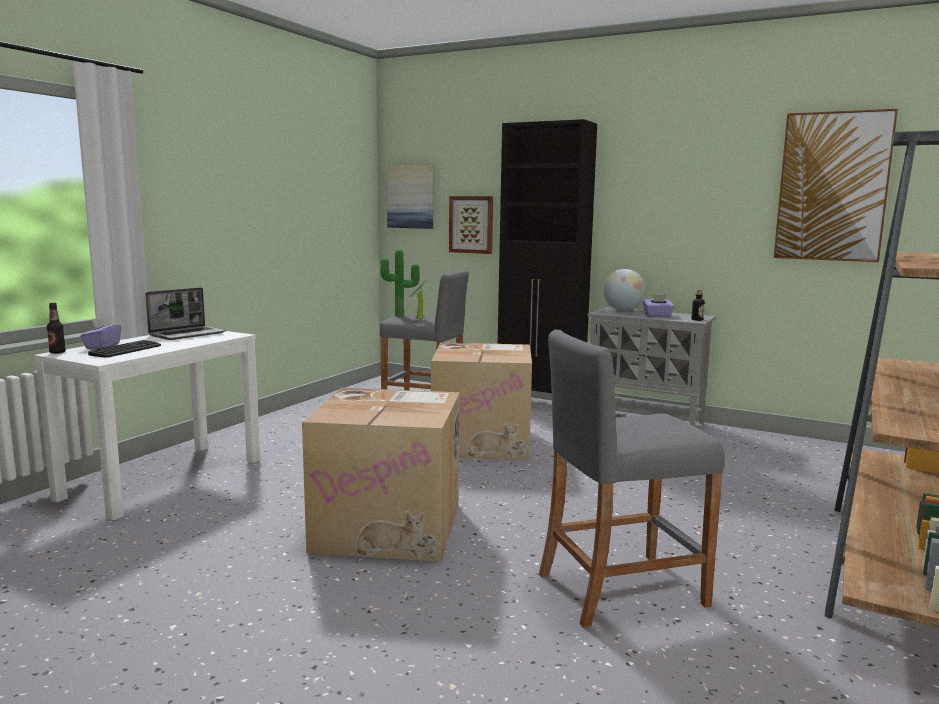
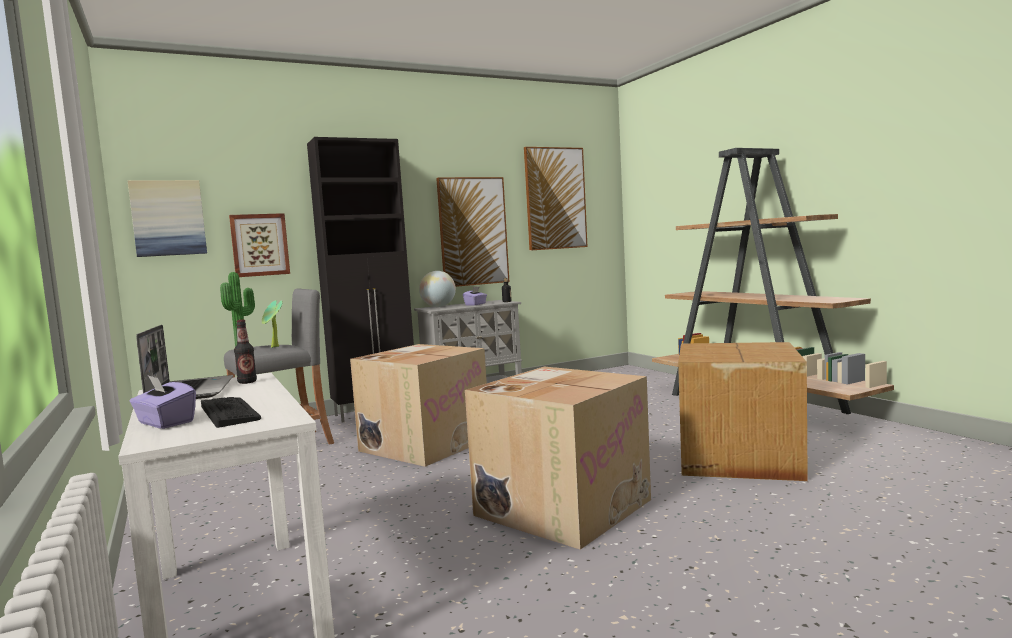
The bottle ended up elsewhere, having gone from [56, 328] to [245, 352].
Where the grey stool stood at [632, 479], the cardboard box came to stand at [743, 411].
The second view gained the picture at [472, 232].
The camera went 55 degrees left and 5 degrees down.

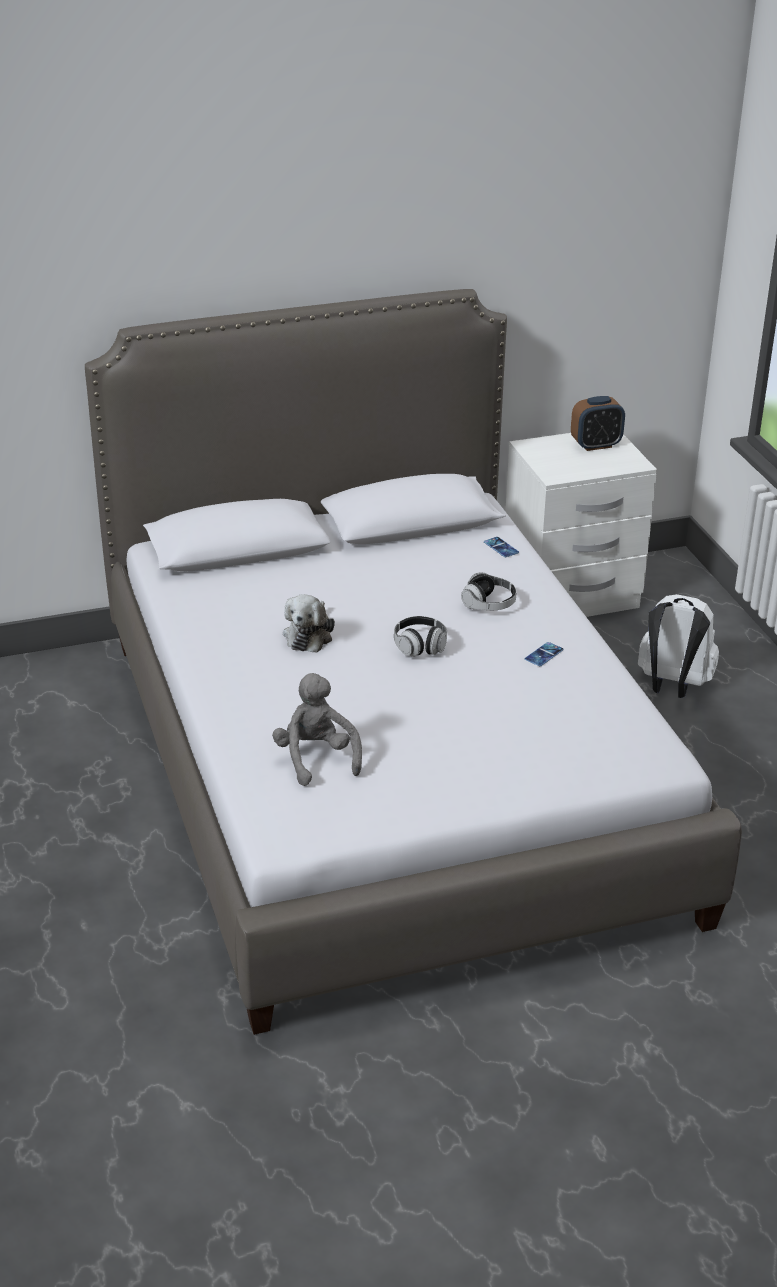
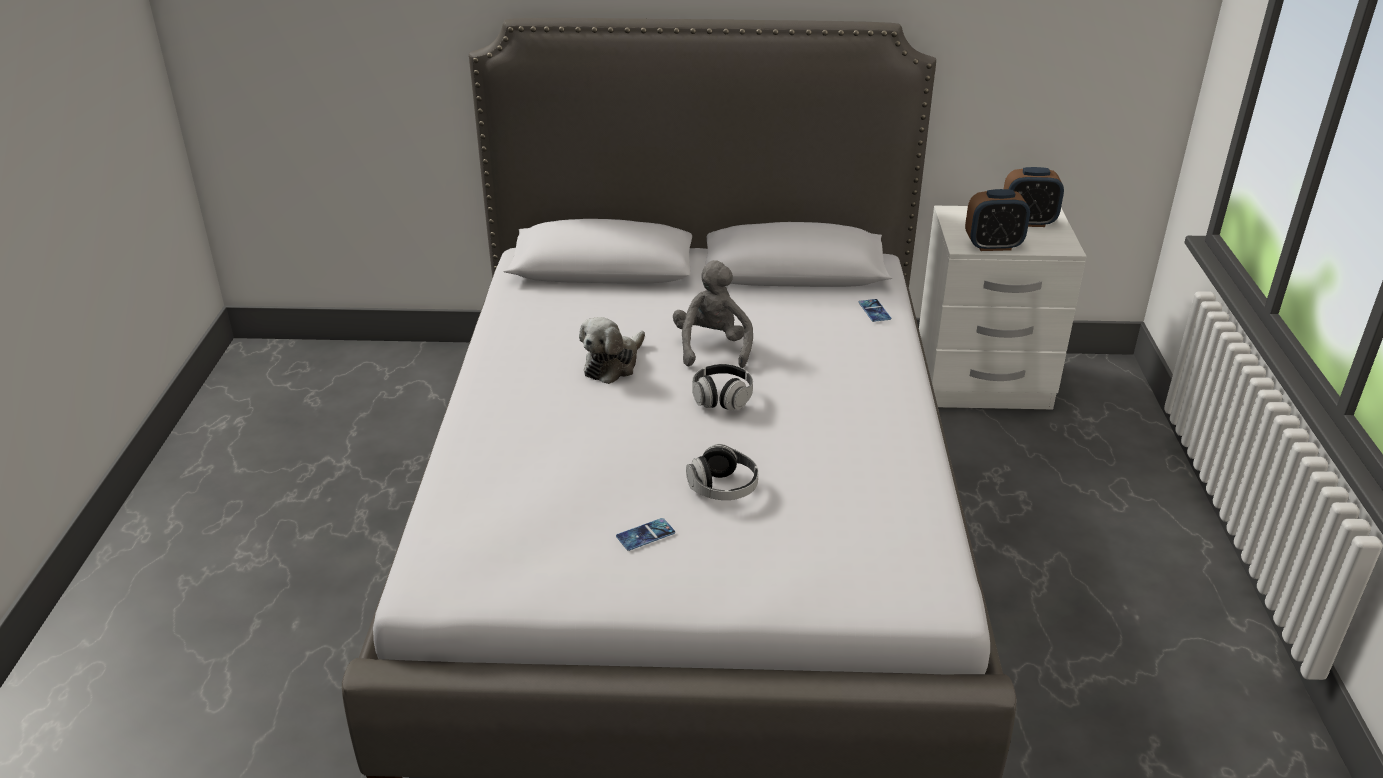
The grey plush toy ended up elsewhere, having gone from [317, 729] to [713, 314].
The headphones ended up elsewhere, having gone from [488, 591] to [722, 472].
The phone ended up elsewhere, having gone from [544, 654] to [645, 534].
The second view lost the white backpack at [678, 646].
The second view gained the alarm clock at [997, 220].
The camera went 20 degrees right and 0 degrees up.

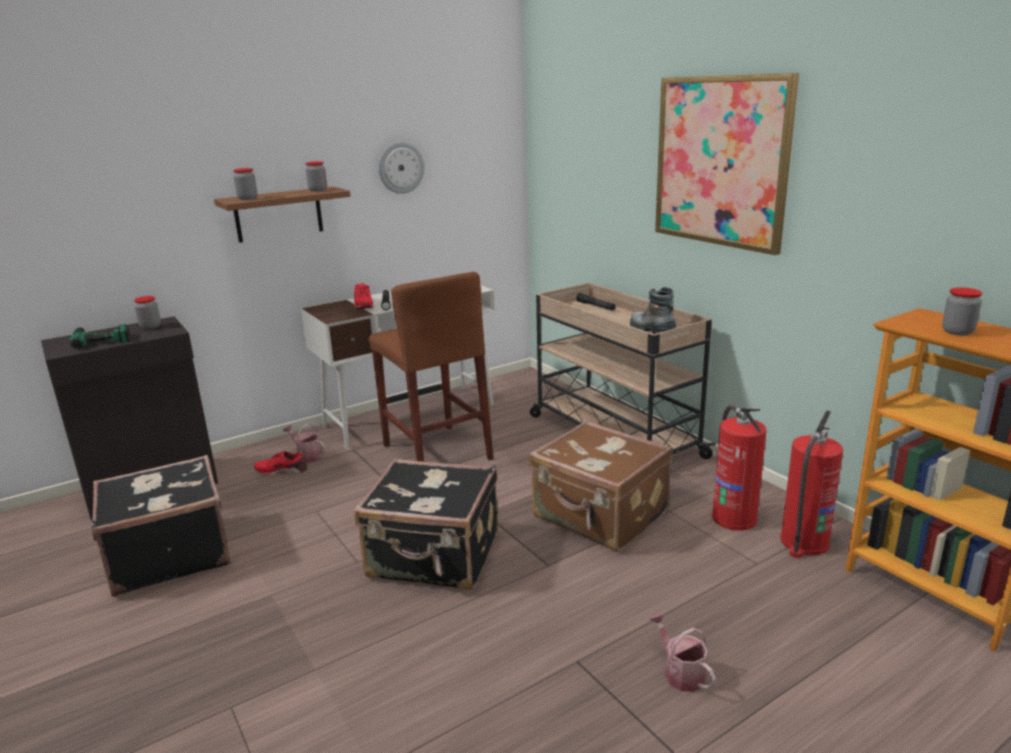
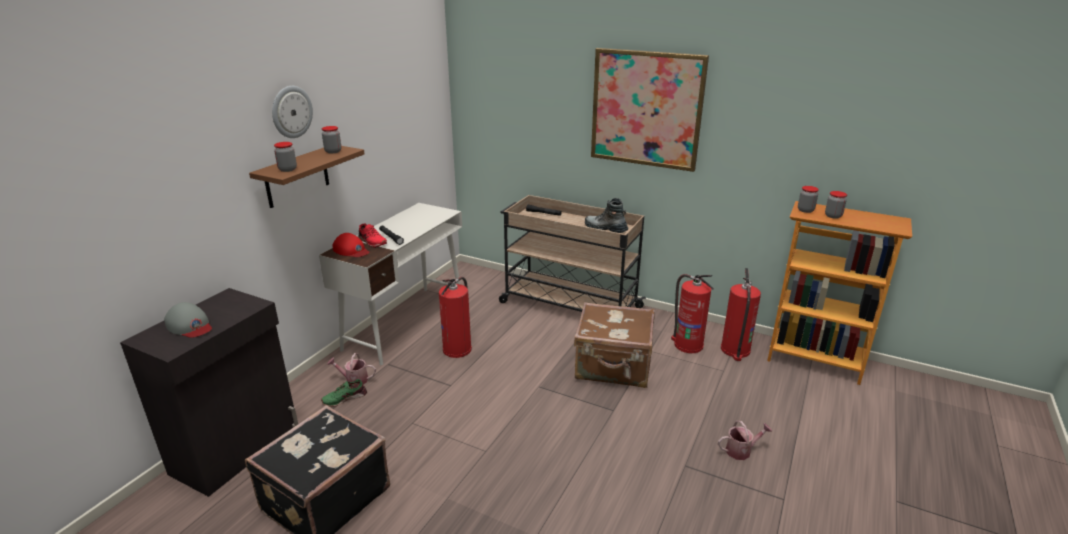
Where the power drill stood at [99, 336], the grey cap came to stand at [188, 320].
The jar ended up elsewhere, having gone from [147, 312] to [808, 199].
What was the red shoe at [280, 463] turned into the green shoe at [344, 393].
The second view lost the black suitcase at [426, 524].
Where the brown stool stood at [431, 367], the fire extinguisher came to stand at [455, 317].
The wall clock ended up elsewhere, having gone from [402, 167] to [292, 112].
The watering can at [682, 652] ended up facing another way, 135 degrees clockwise from before.
The second view gained the red cap at [351, 245].
The camera went 30 degrees left and 5 degrees up.

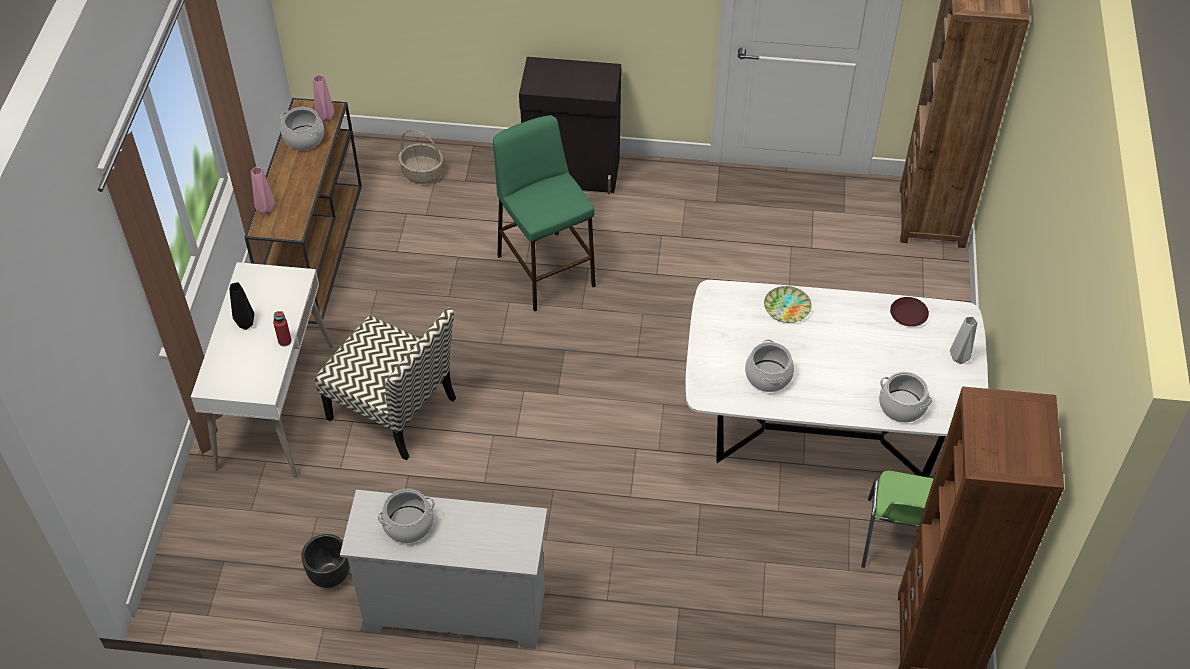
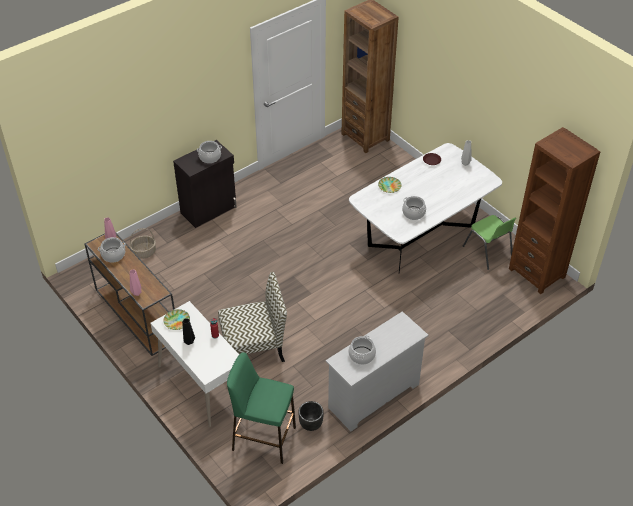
The green stool ended up elsewhere, having gone from [544, 213] to [261, 408].
The cooking pot ended up elsewhere, having gone from [905, 397] to [209, 152].
The second view gained the plate at [176, 319].
The camera went 45 degrees left and 5 degrees down.

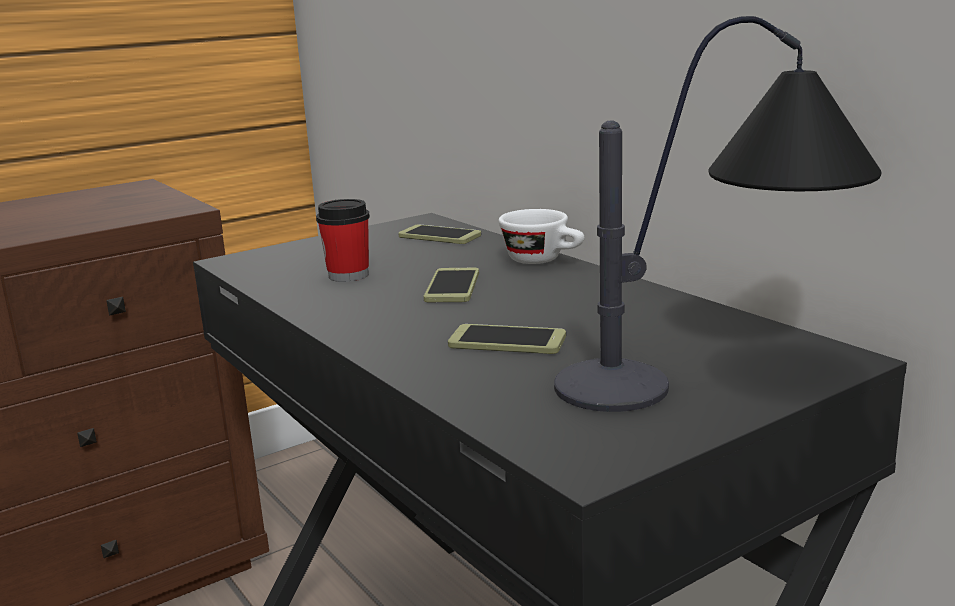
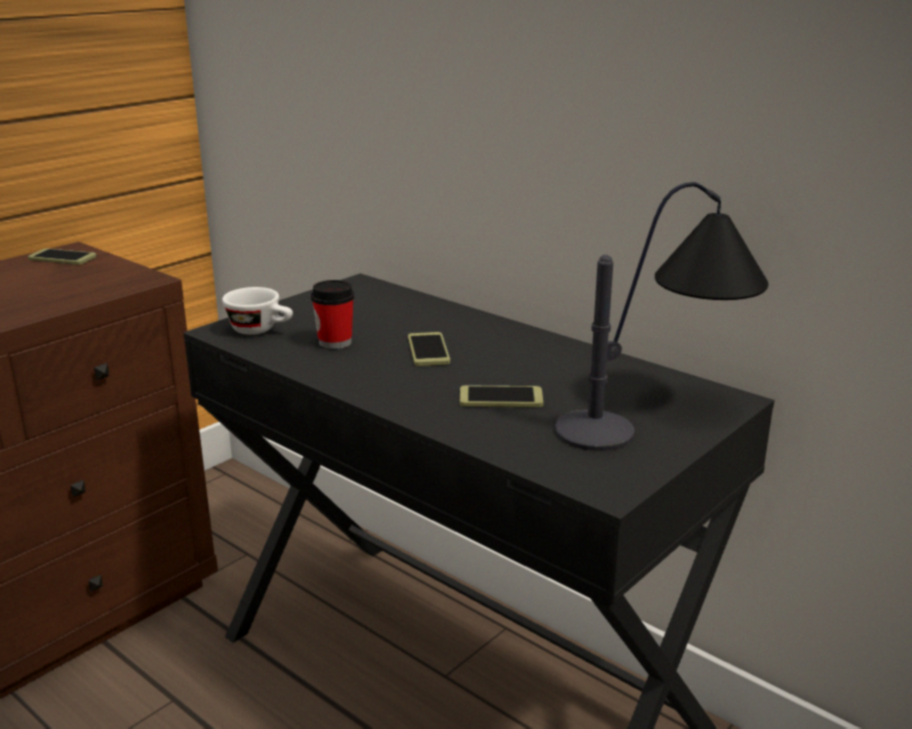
The phone ended up elsewhere, having gone from [440, 234] to [62, 256].
The white cup ended up elsewhere, having gone from [541, 236] to [257, 311].
The camera went 15 degrees left and 5 degrees up.

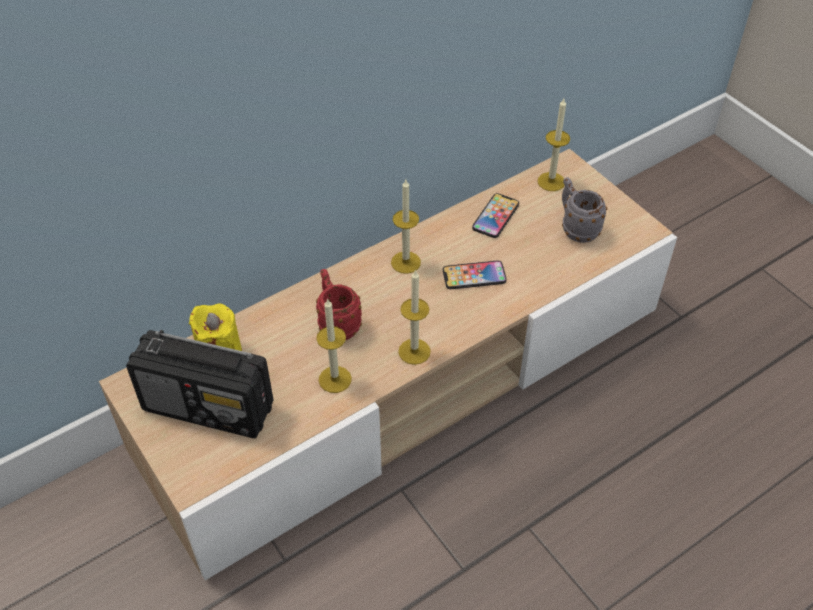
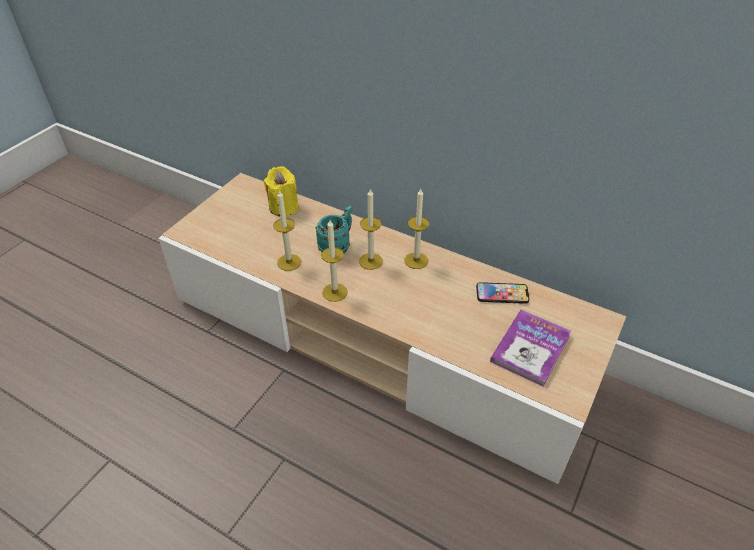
The second view lost the radio at [200, 384].
What was the red mug at [339, 304] turned into the turquoise mug at [333, 230].
The second view lost the phone at [475, 274].
The candle ended up elsewhere, having gone from [554, 145] to [371, 229].
Where the grey mug stood at [584, 210], the book came to stand at [530, 348].
The camera went 65 degrees right and 5 degrees down.

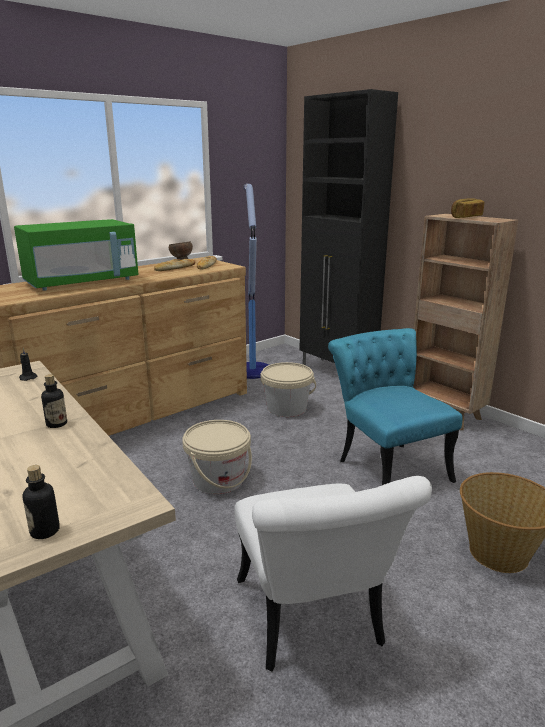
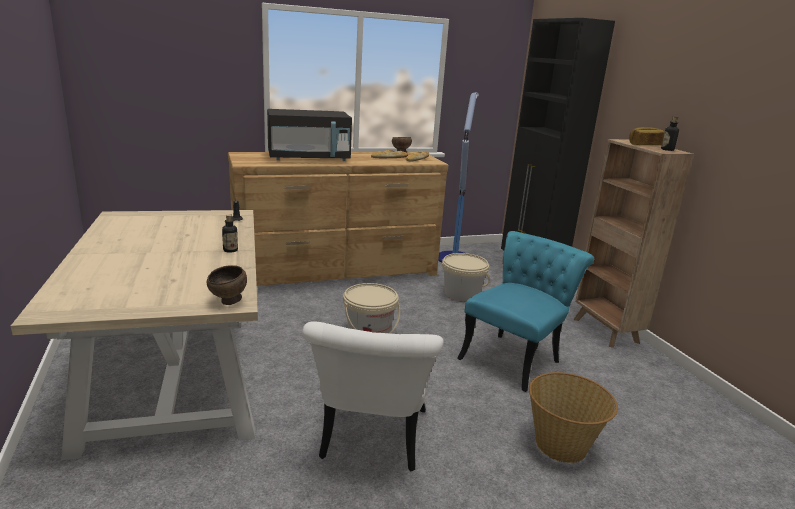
What was the green microwave at [76, 255] turned into the black microwave at [309, 135].
The bottle ended up elsewhere, having gone from [41, 502] to [670, 134].
The turquoise chair at [395, 406] ended up facing another way, 45 degrees clockwise from before.
The second view gained the brown bowl at [227, 285].
The camera went 20 degrees right and 0 degrees up.

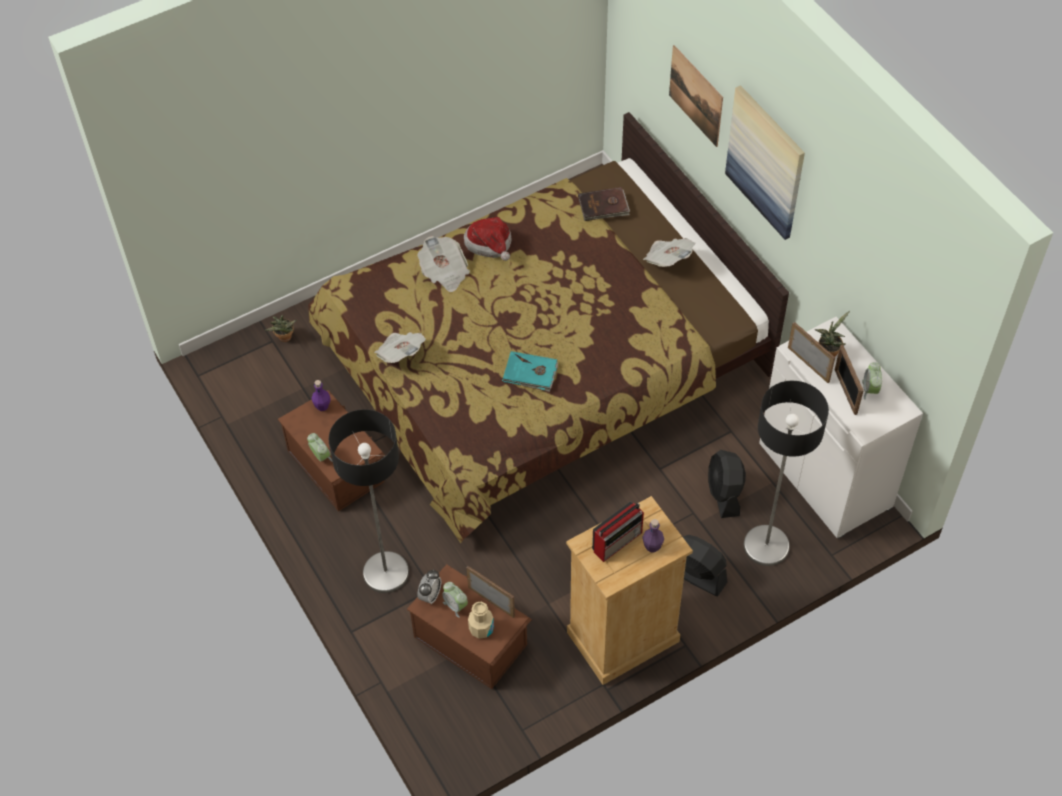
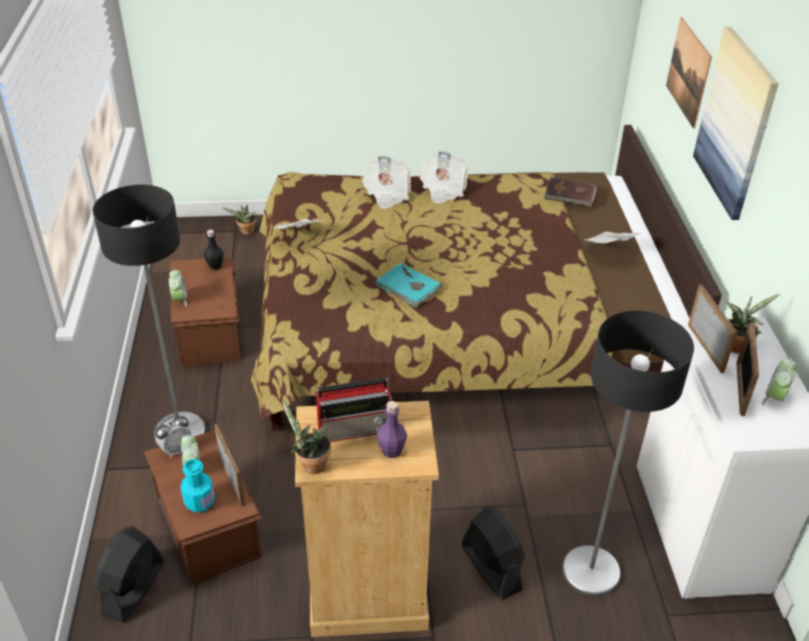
What was the purple bottle at [321, 395] turned into the black bottle at [214, 249].
Where the hat stood at [487, 239], the newspaper came to stand at [444, 177].
What was the beige bottle at [481, 620] turned into the turquoise bottle at [198, 485].
The black fan ended up elsewhere, having gone from [727, 484] to [129, 574].
The second view gained the potted plant at [306, 436].
The camera went 25 degrees right and 15 degrees down.

